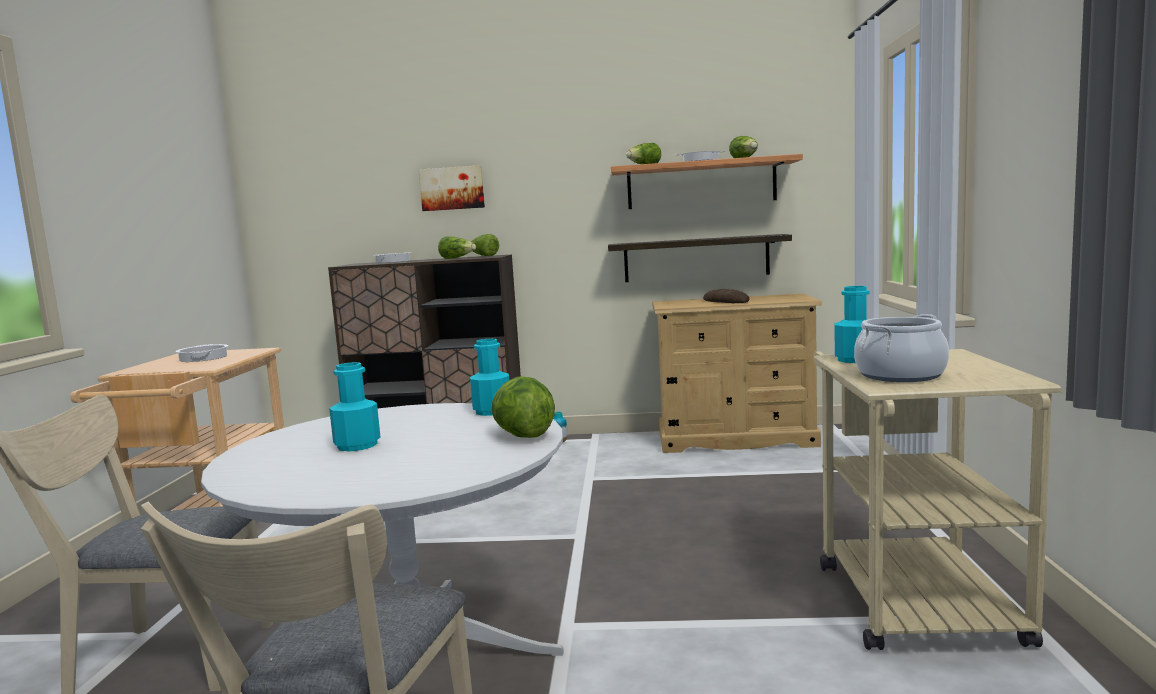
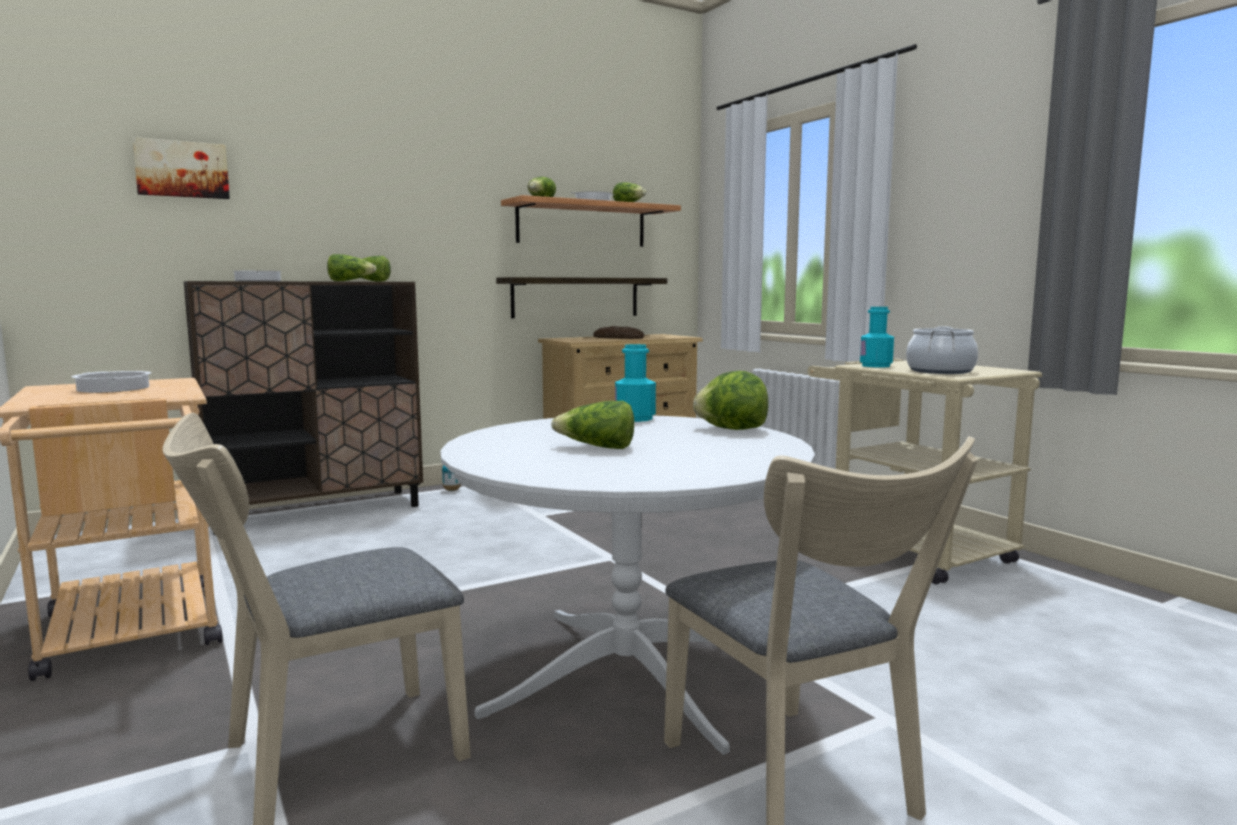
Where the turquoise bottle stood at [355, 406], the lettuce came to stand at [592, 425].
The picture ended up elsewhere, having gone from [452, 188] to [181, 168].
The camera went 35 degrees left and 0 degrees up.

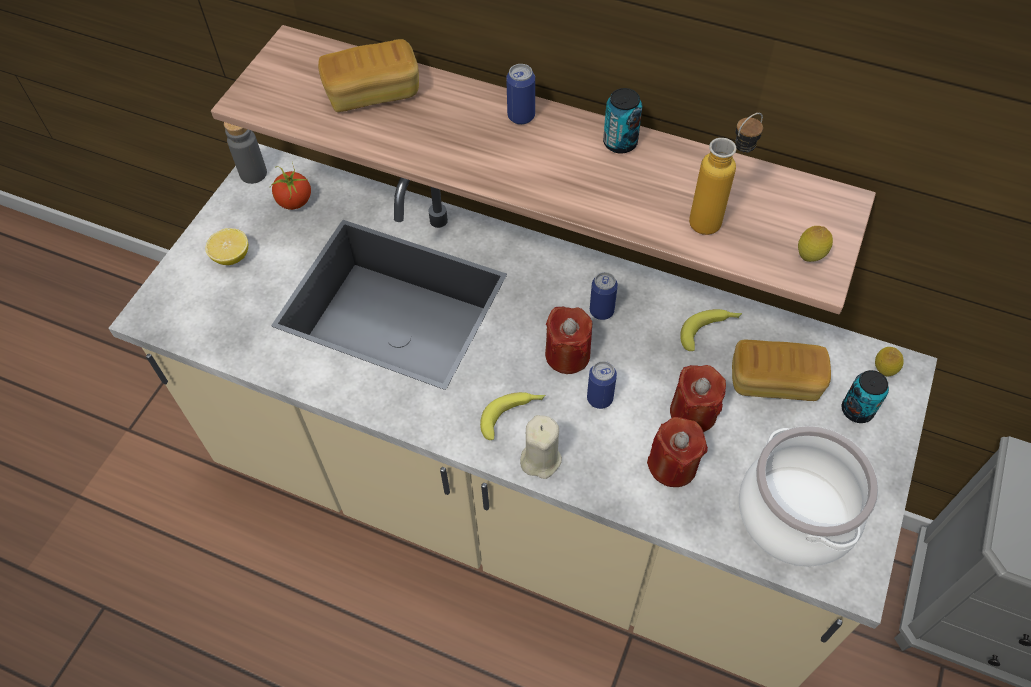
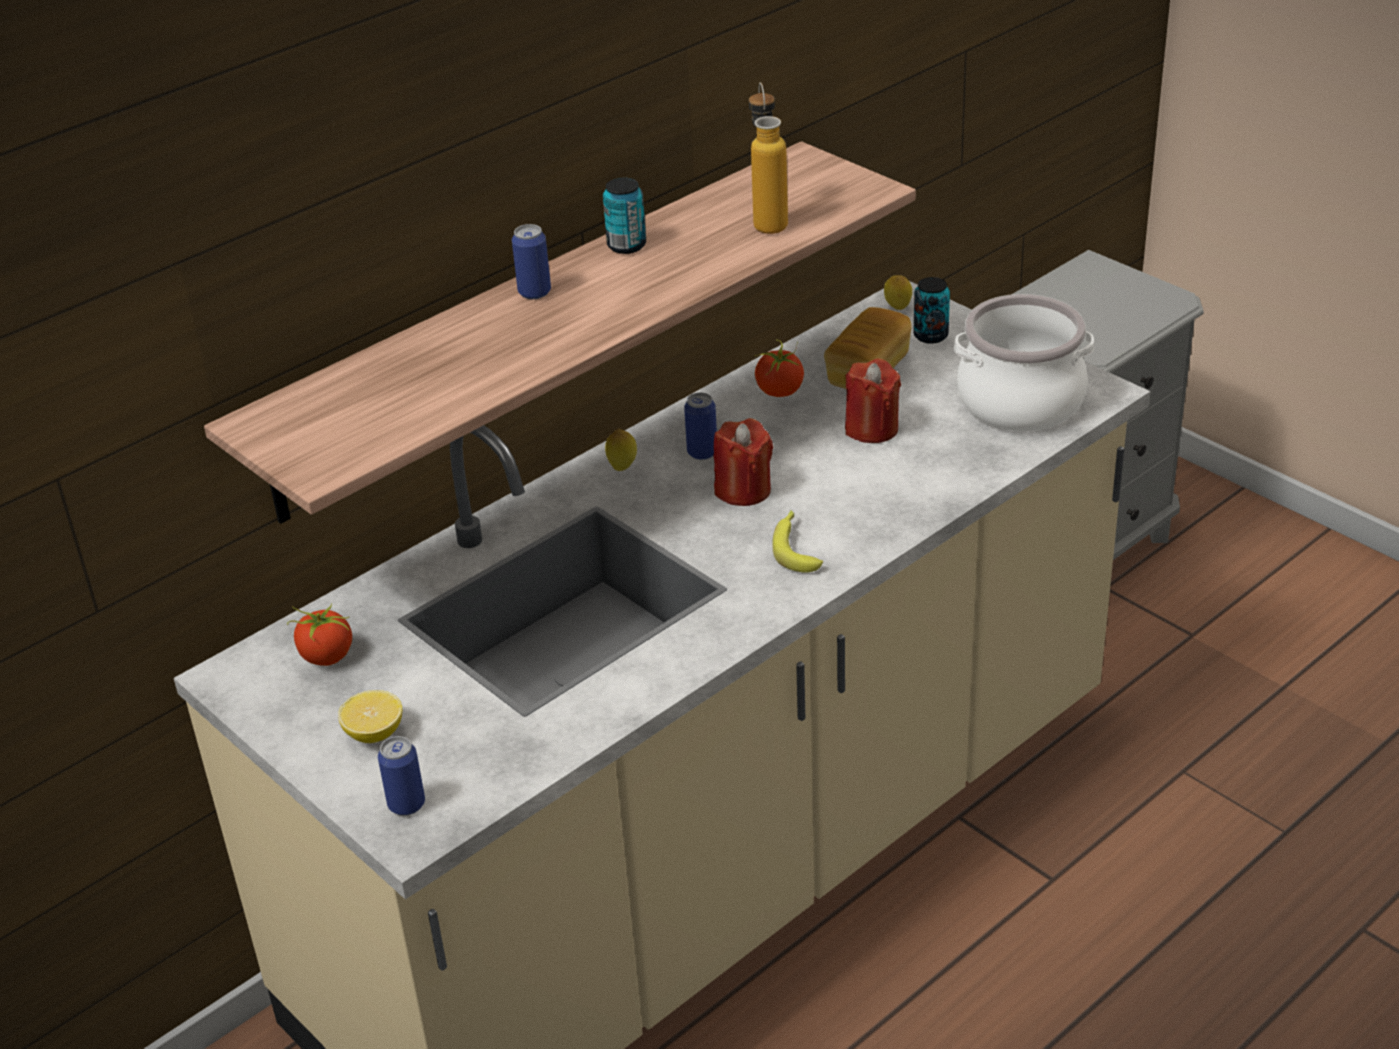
The second view lost the grey bottle at [245, 153].
The second view lost the bread at [368, 75].
The second view lost the beige candle at [541, 447].
The can ended up elsewhere, having gone from [602, 385] to [401, 776].
The second view lost the red candle at [677, 452].
Where the banana stood at [711, 330], the tomato came to stand at [779, 368].
The lemon ended up elsewhere, having gone from [815, 244] to [621, 450].
The camera went 65 degrees left and 20 degrees down.

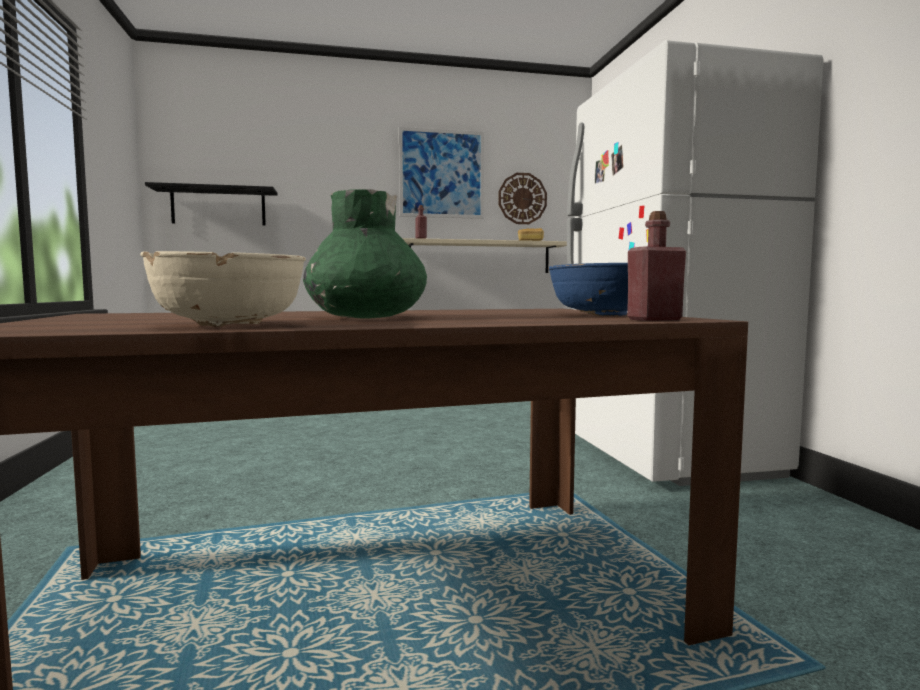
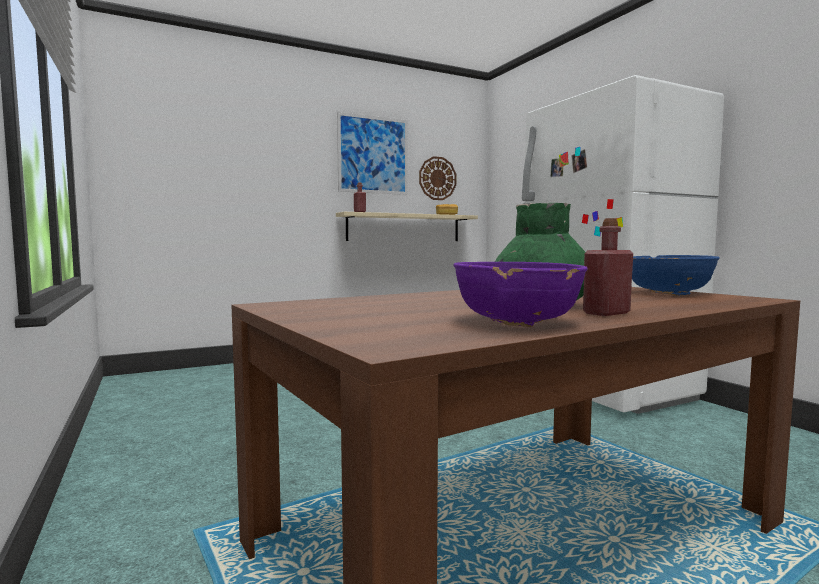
What was the beige bowl at [223, 289] turned into the purple bowl at [520, 294].
The second view lost the black shelf at [211, 204].
The red bottle ended up elsewhere, having gone from [656, 266] to [608, 267].
The camera went 15 degrees left and 0 degrees up.

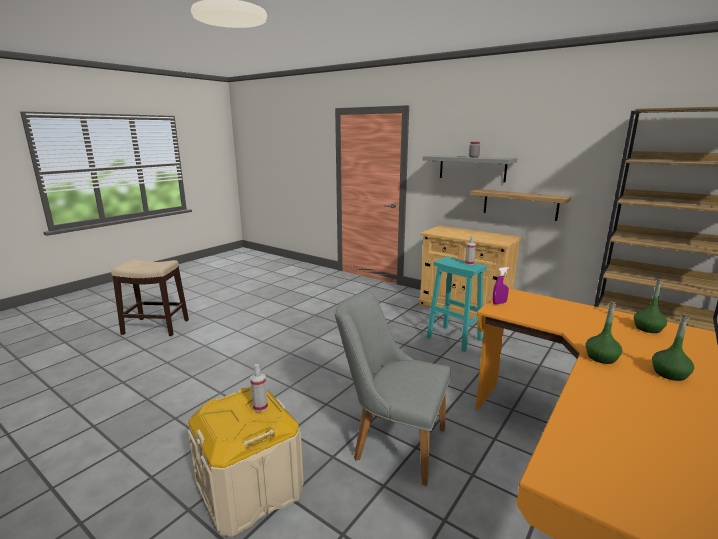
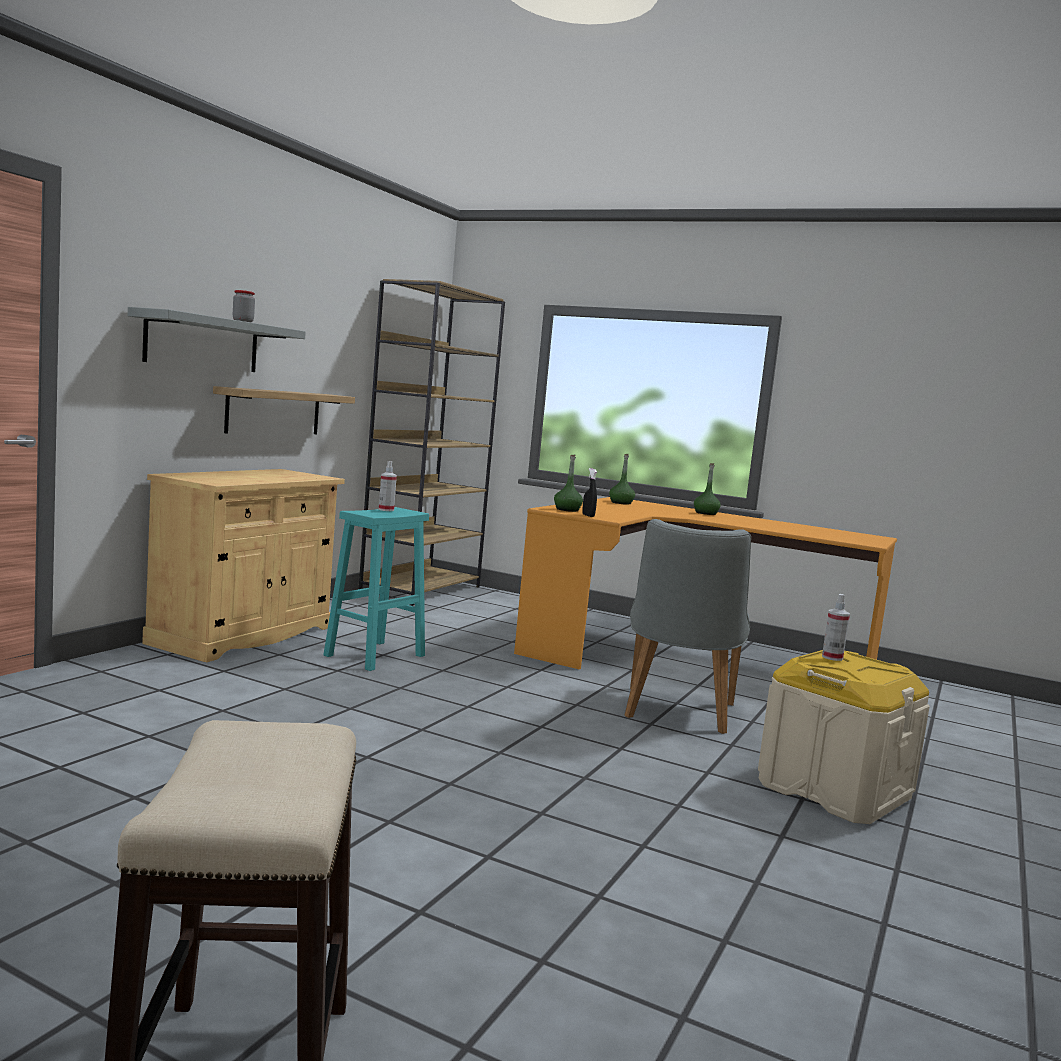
What was the purple spray bottle at [501, 285] turned into the black spray bottle at [589, 492].
The green bottle ended up elsewhere, having gone from [604, 333] to [568, 483].
The camera went 100 degrees left and 10 degrees down.

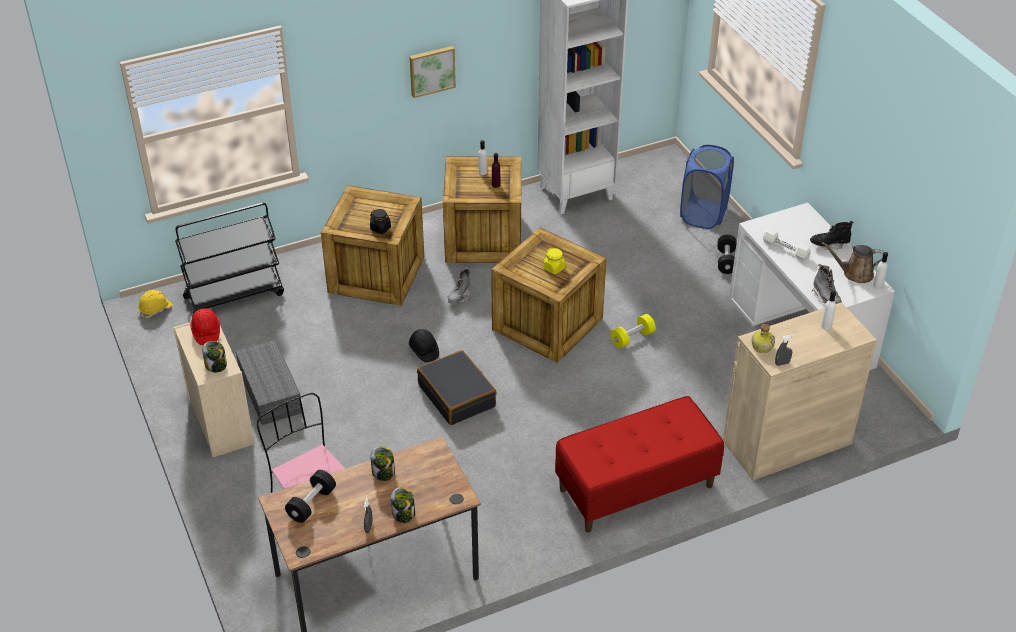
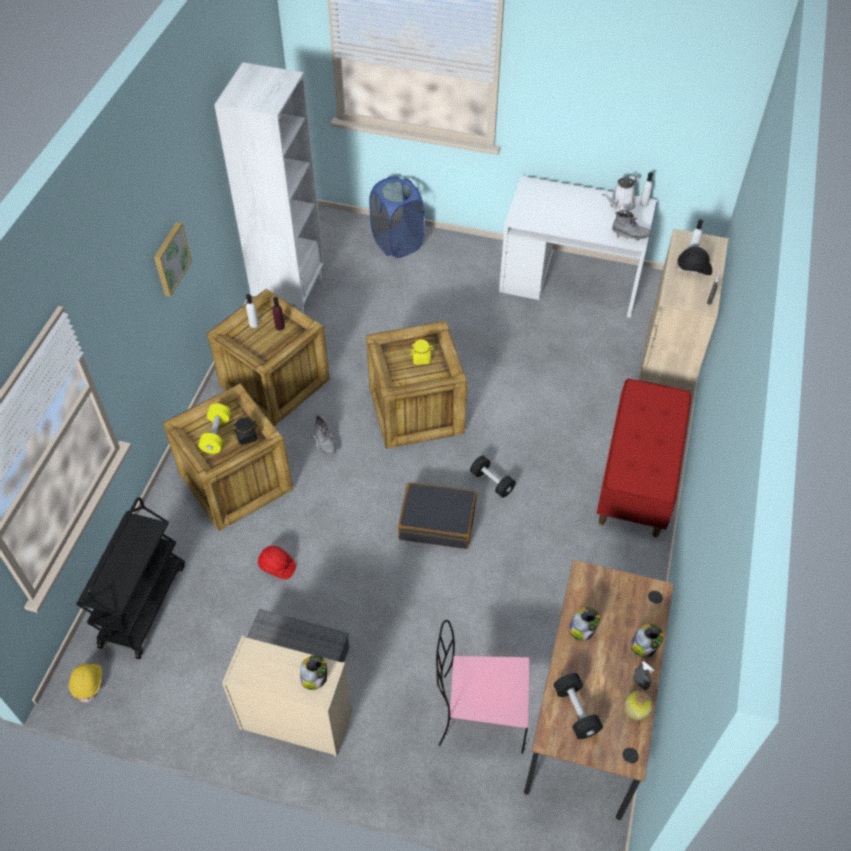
The red hard hat ended up elsewhere, having gone from [205, 326] to [277, 562].
The black hard hat ended up elsewhere, having gone from [424, 346] to [693, 261].
The yellow dumbbell ended up elsewhere, having gone from [633, 331] to [214, 429].
The black dumbbell ended up elsewhere, having gone from [727, 254] to [493, 477].
The bottle ended up elsewhere, having gone from [763, 338] to [639, 705].
The second view lost the white dumbbell at [786, 245].
The second view lost the black boot at [831, 235].
What was the brown watering can at [853, 262] turned into the white watering can at [620, 193].
The camera went 50 degrees left and 10 degrees up.

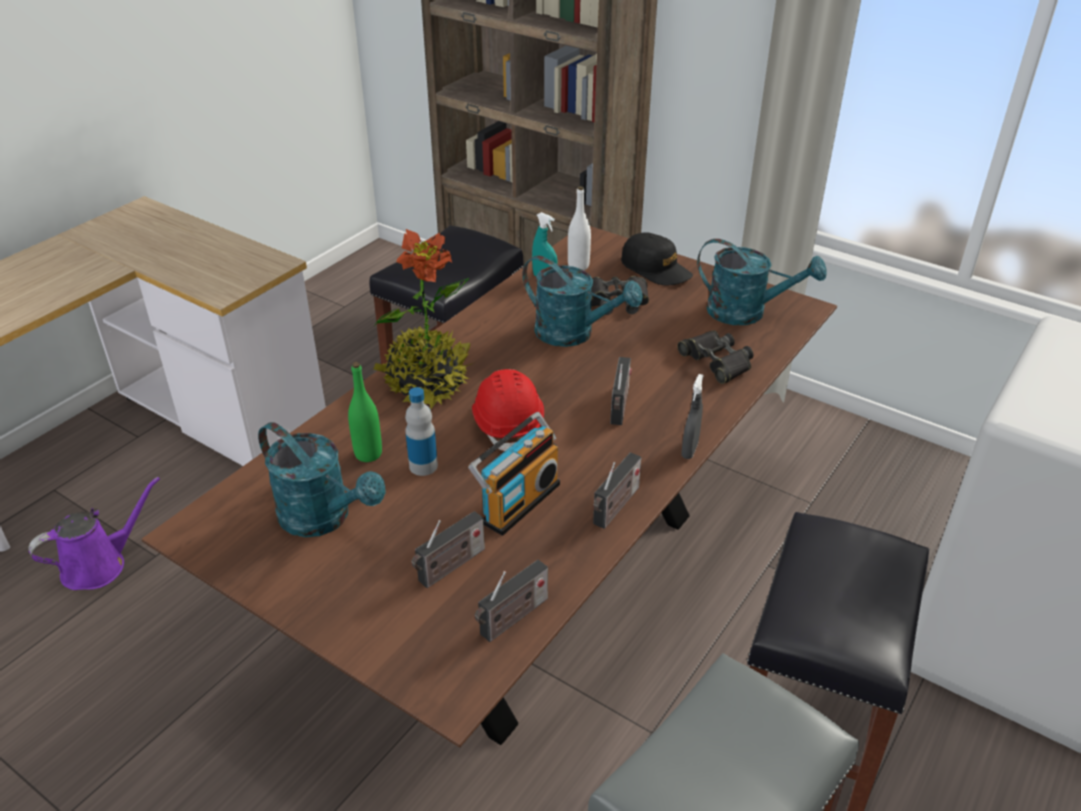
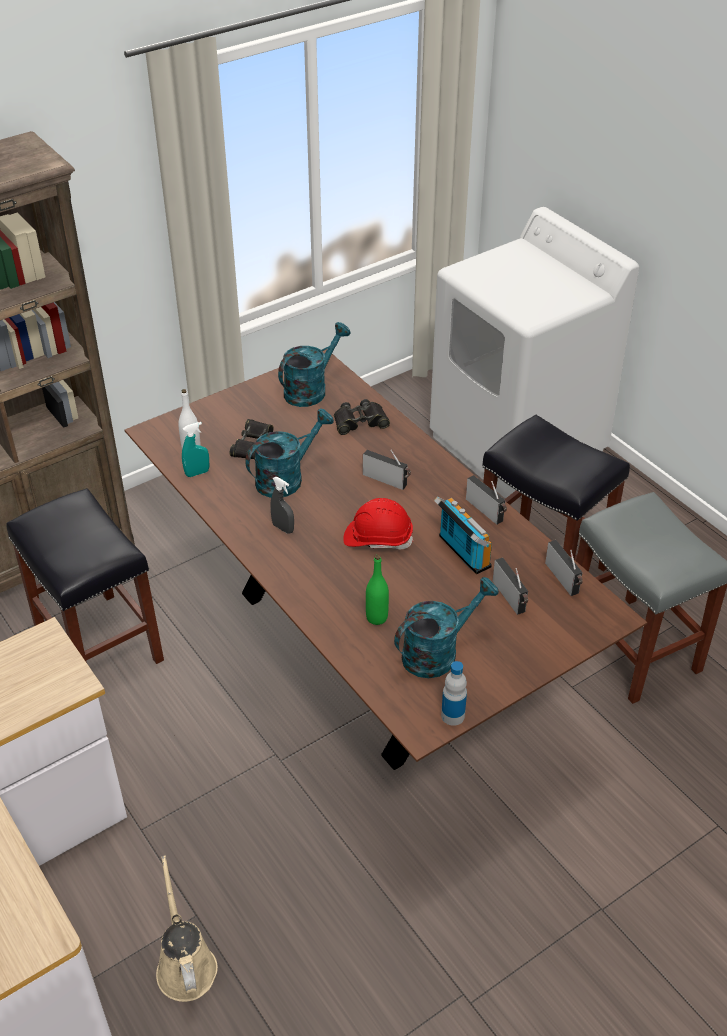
What was the purple watering can at [94, 533] turned into the beige watering can at [187, 928].
The second view lost the potted plant at [423, 319].
The bottle ended up elsewhere, having gone from [421, 431] to [454, 693].
The second view lost the black cap at [657, 258].
The grey spray bottle ended up elsewhere, having gone from [692, 416] to [282, 505].
The camera went 70 degrees left and 5 degrees up.

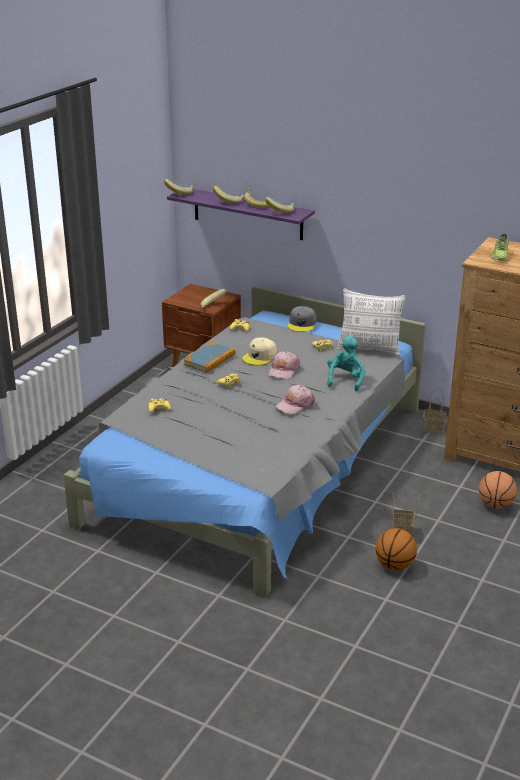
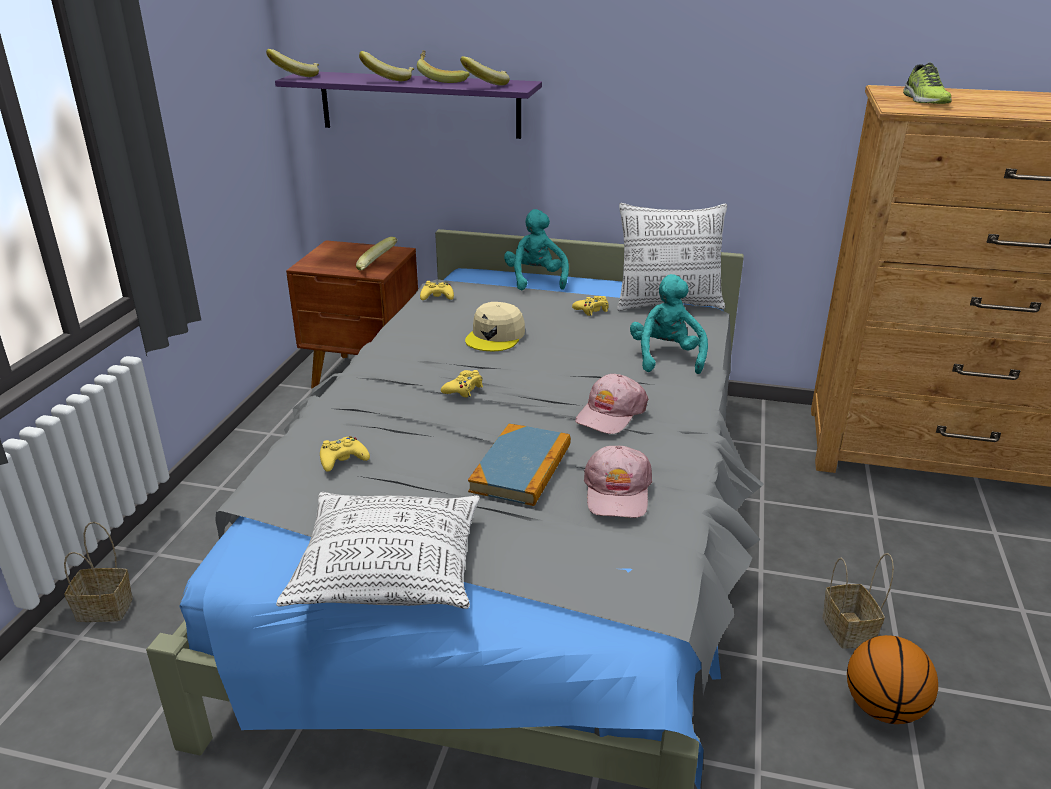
The book ended up elsewhere, having gone from [209, 357] to [519, 465].
The pink cap ended up elsewhere, having gone from [284, 365] to [618, 482].
Where the grey cap stood at [302, 319], the turquoise plush toy came to stand at [536, 249].
The basket ended up elsewhere, having gone from [435, 410] to [98, 572].
The second view lost the basketball at [497, 490].
The second view gained the pillow at [378, 550].
The camera went 15 degrees left and 0 degrees up.

